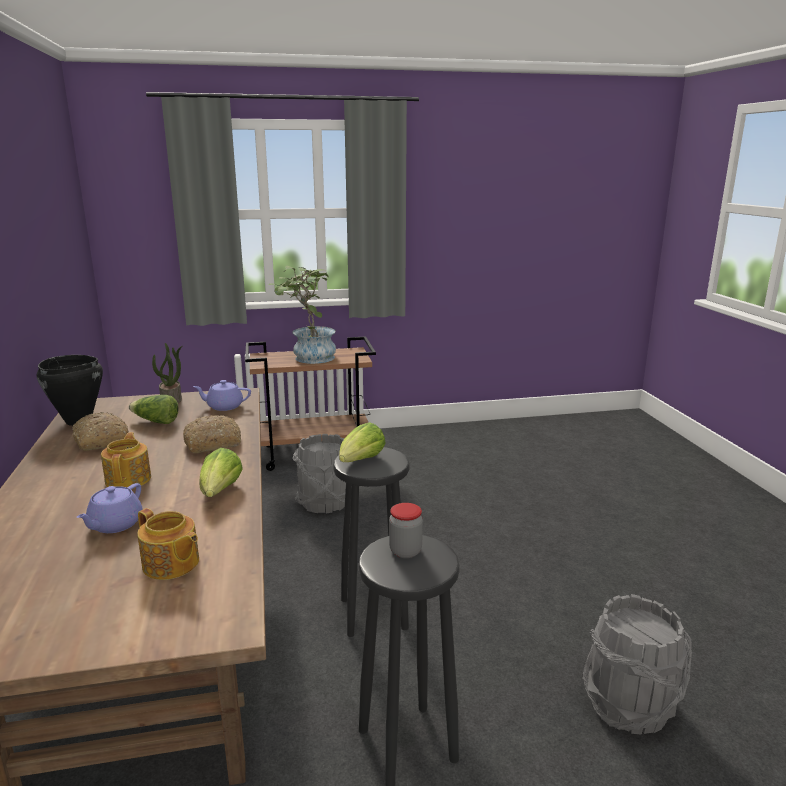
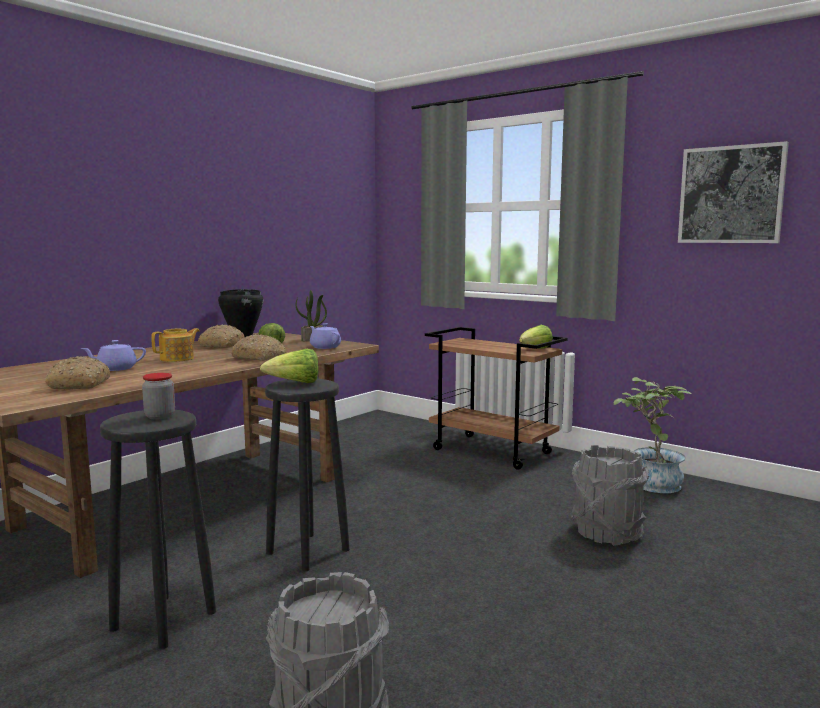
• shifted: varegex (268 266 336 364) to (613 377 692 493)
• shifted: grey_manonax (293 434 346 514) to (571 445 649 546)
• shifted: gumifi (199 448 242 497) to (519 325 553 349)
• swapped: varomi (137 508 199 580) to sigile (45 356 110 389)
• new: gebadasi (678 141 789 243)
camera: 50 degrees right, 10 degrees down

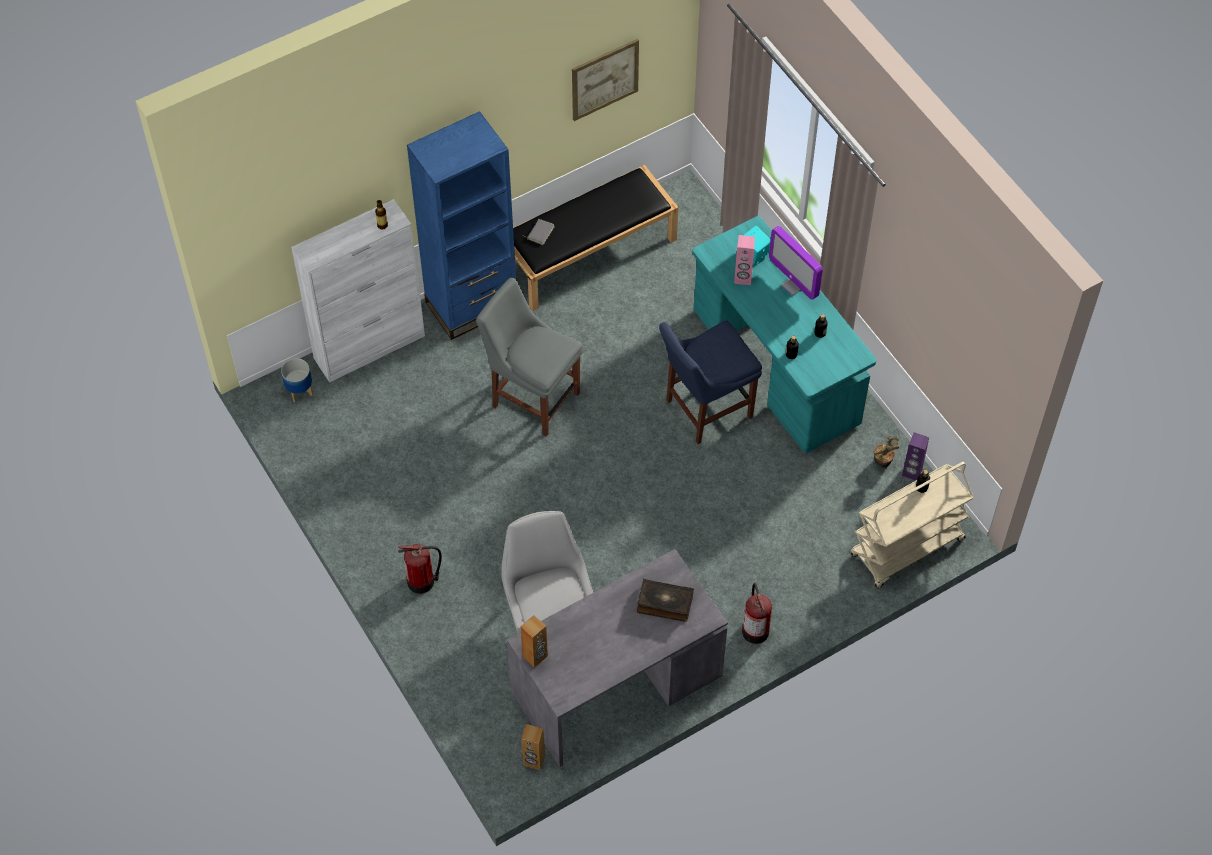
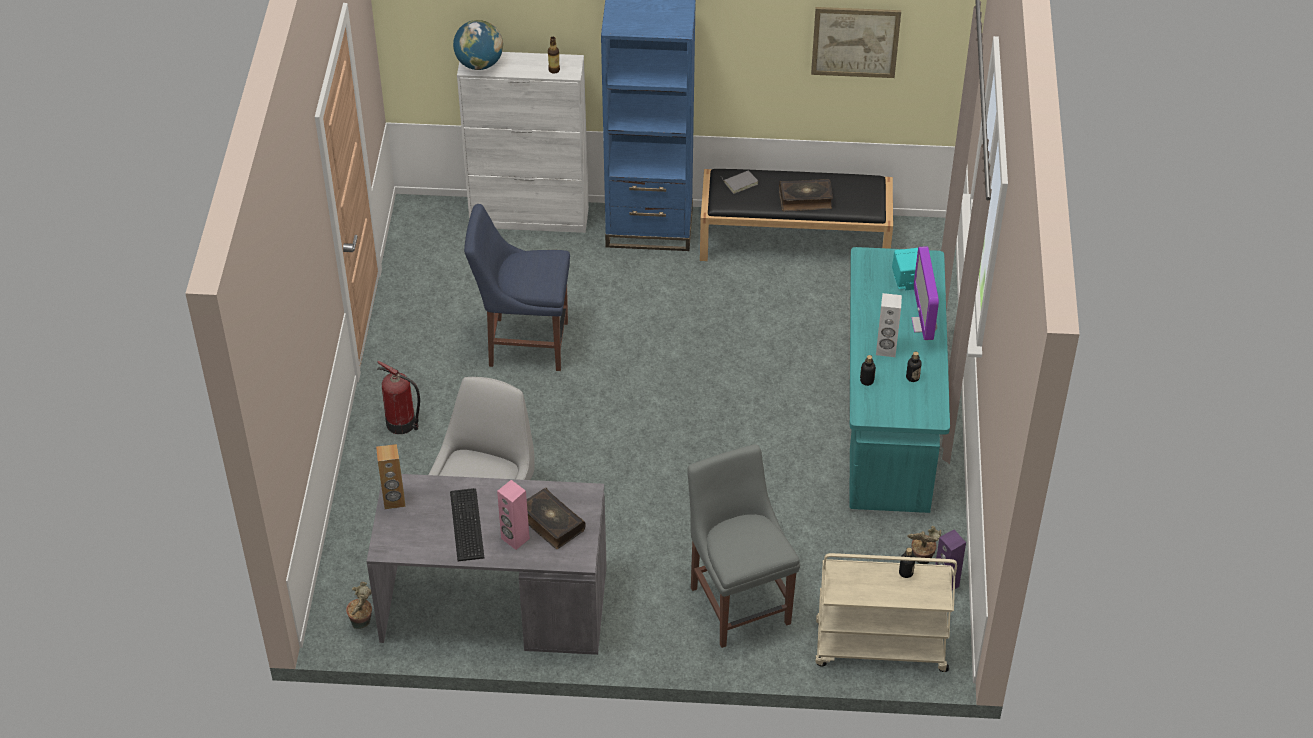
• shifted: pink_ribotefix (734 235 755 285) to (497 480 530 550)
• shifted: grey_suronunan (476 278 583 436) to (687 444 800 648)
• shifted: blue_suronunan (659 320 762 444) to (464 204 570 371)
• gone: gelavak (281 358 313 402)
• gone: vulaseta (742 583 772 644)
• swapped: brown_ribotefix (521 724 545 770) to varegex (346 582 372 629)
• new: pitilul (453 20 503 70)
• new: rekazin (779 179 833 212)
• new: white_ribotefix (876 293 902 357)
• new: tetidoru (450 488 484 561)
camera: 35 degrees right, 10 degrees down

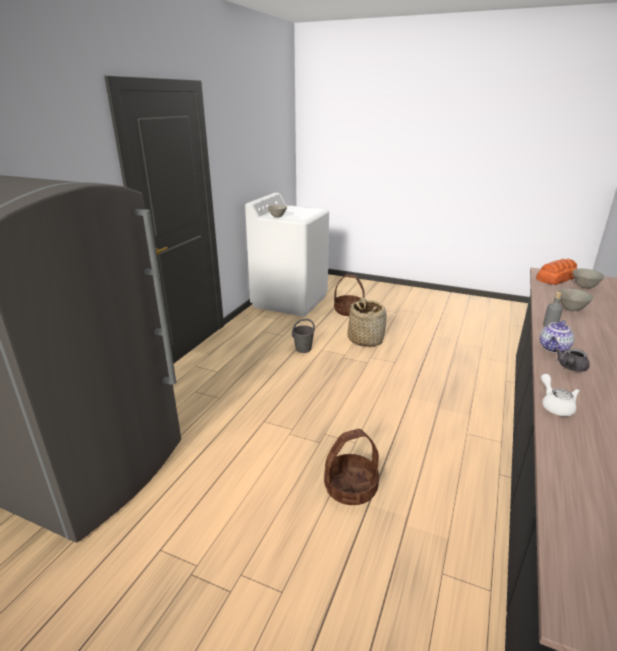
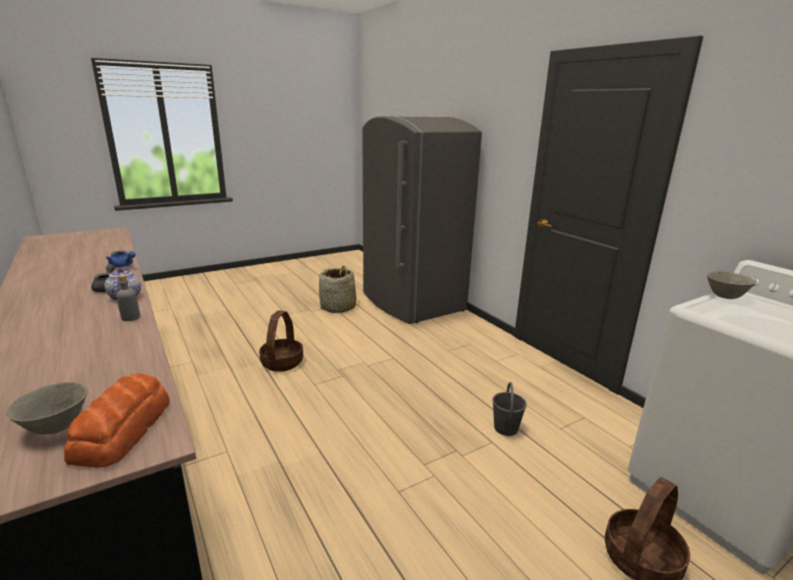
• gone: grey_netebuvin (557 288 593 311)
• shifted: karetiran (347 298 386 347) to (319 266 359 313)
• repainted: white_varomi (541 374 580 416) to blue_varomi (106 251 136 267)
camera: 125 degrees right, 5 degrees down

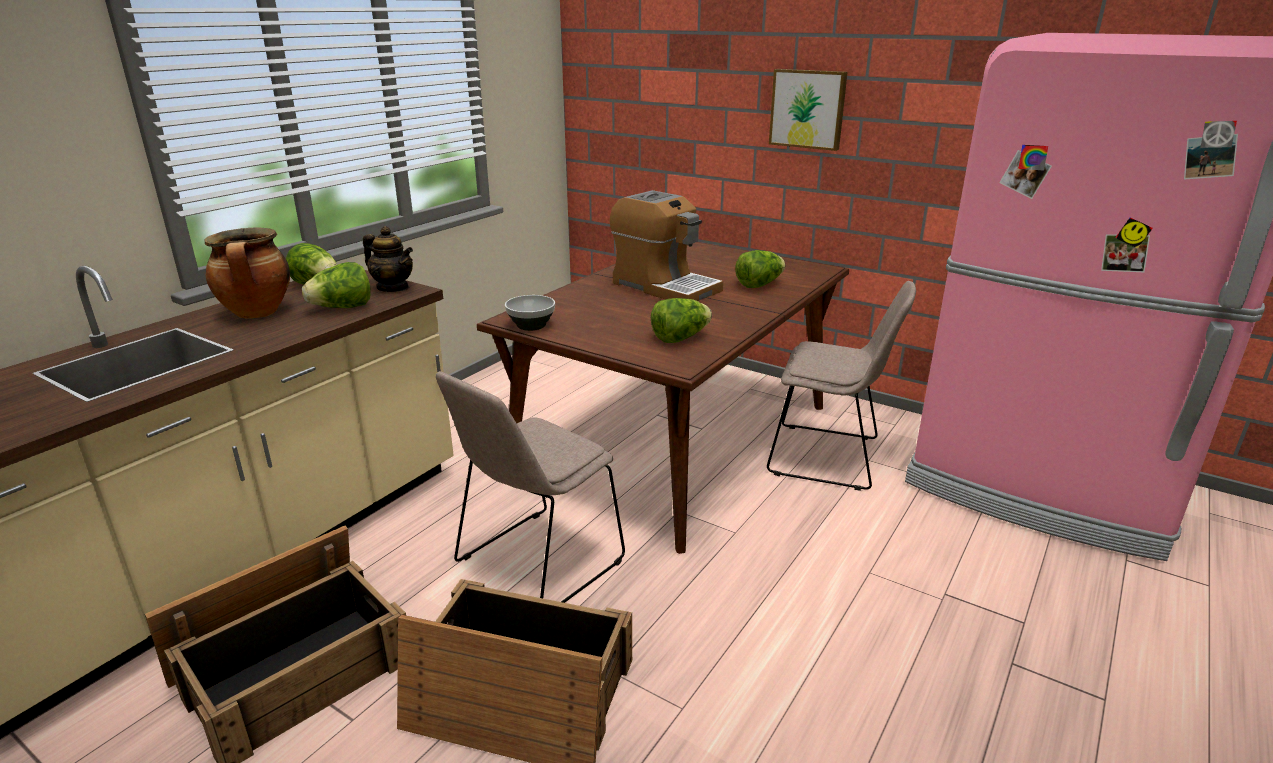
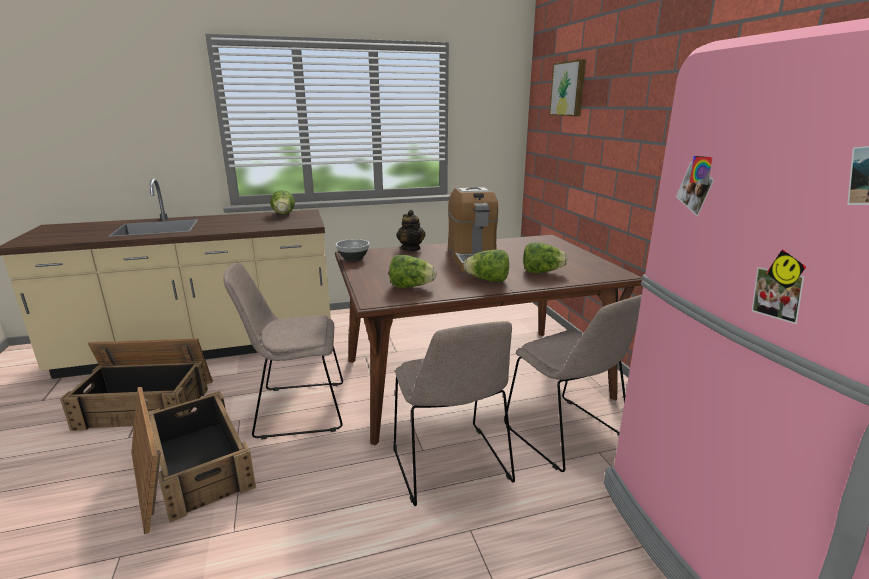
• shifted: gebadasi (769 69 848 151) to (549 59 586 116)
• shifted: varomi (363 226 413 292) to (396 210 425 251)
• gone: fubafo (205 227 290 319)
• shifted: gumifi (302 262 371 308) to (464 249 509 282)
• new: beige_suronunan (393 321 515 506)
camera: 40 degrees right, 5 degrees down

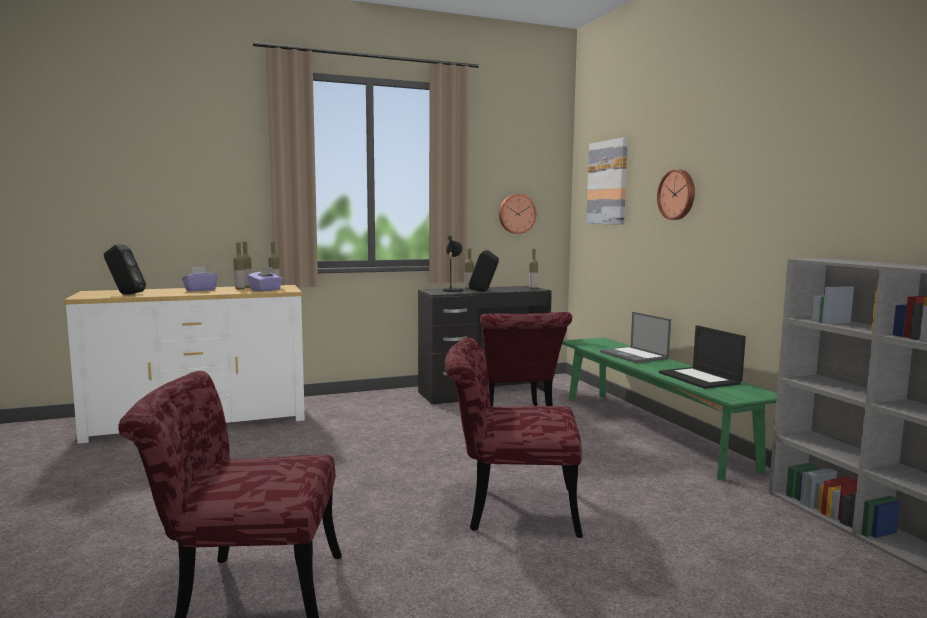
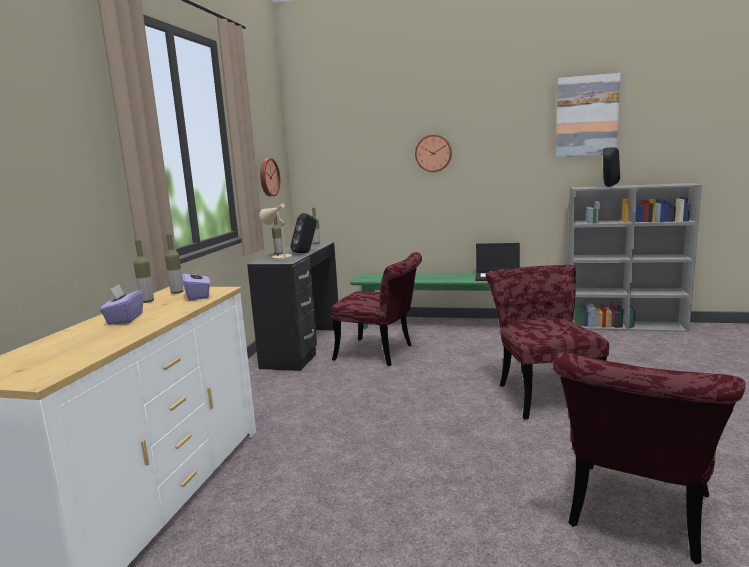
• shifted: gebadasi (586 137 628 225) to (556 73 621 157)
• repainted: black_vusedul (443 236 463 293) to beige_vusedul (259 203 295 260)
• gone: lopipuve (233 242 245 289)
• shifted: black_ribotefix (104 244 146 295) to (603 148 620 187)
• gone: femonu (600 312 671 363)
• rotated: red_suronunan (444 337 583 538) = (486 265 609 420) 135 degrees clockwise
camera: 55 degrees left, 5 degrees up

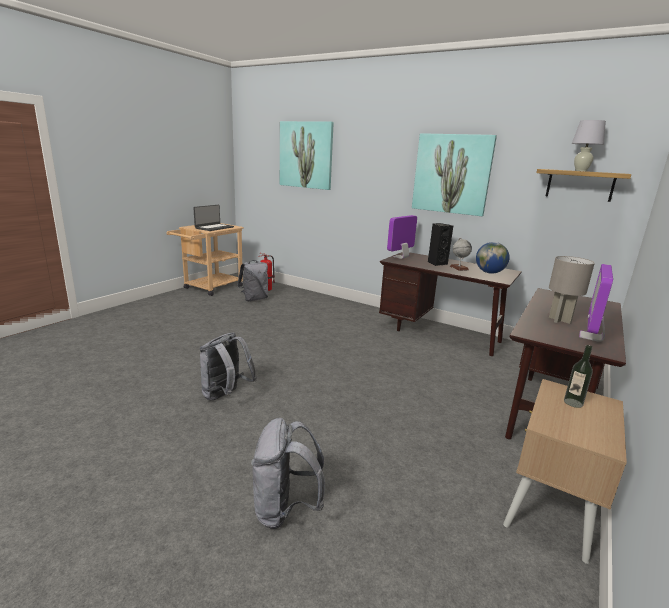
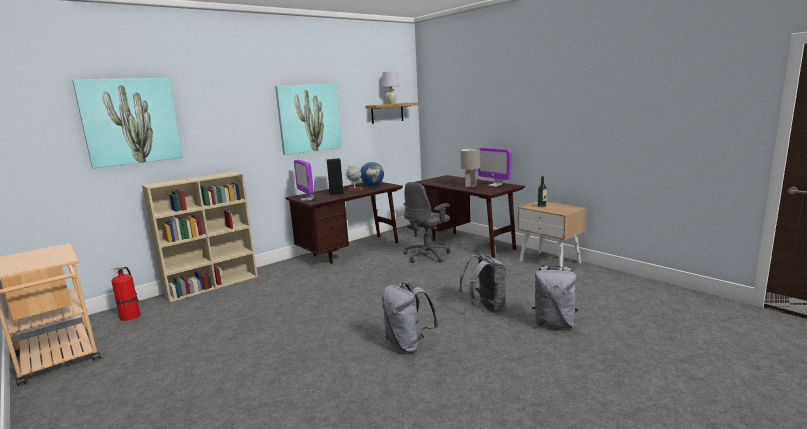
• gone: femonu (193 205 234 231)
• shifted: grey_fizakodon (237 260 268 301) to (459 253 506 313)
• new: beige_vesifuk (142 171 258 302)
• new: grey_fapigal (404 182 450 263)
camera: 70 degrees left, 5 degrees down

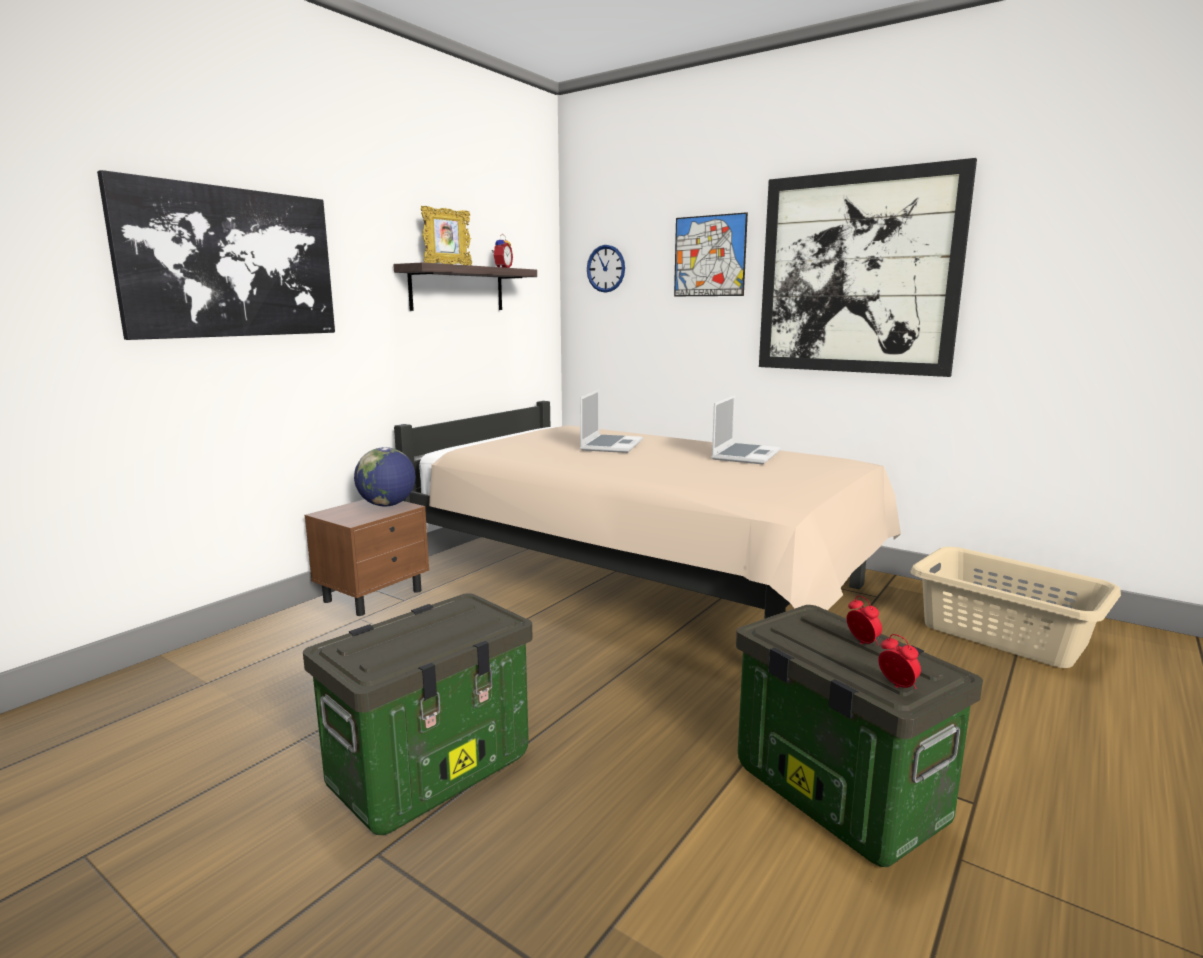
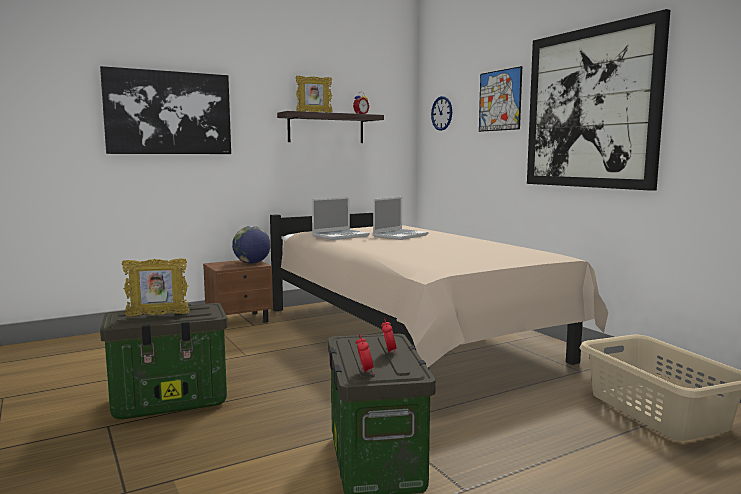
• shifted: femonu (712 395 781 465) to (312 197 370 240)
• new: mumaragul (122 258 190 316)
camera: 25 degrees right, 5 degrees down

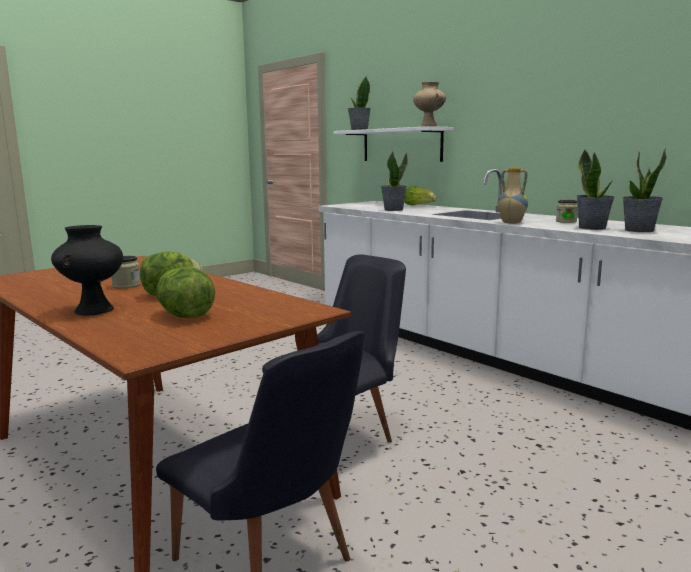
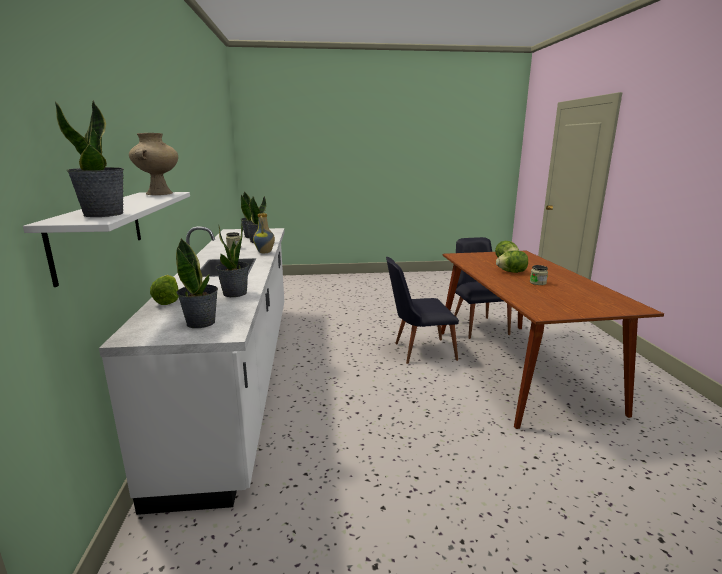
• gone: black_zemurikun (51 225 123 316)
• new: varegex (176 238 218 328)
camera: 145 degrees left, 5 degrees up

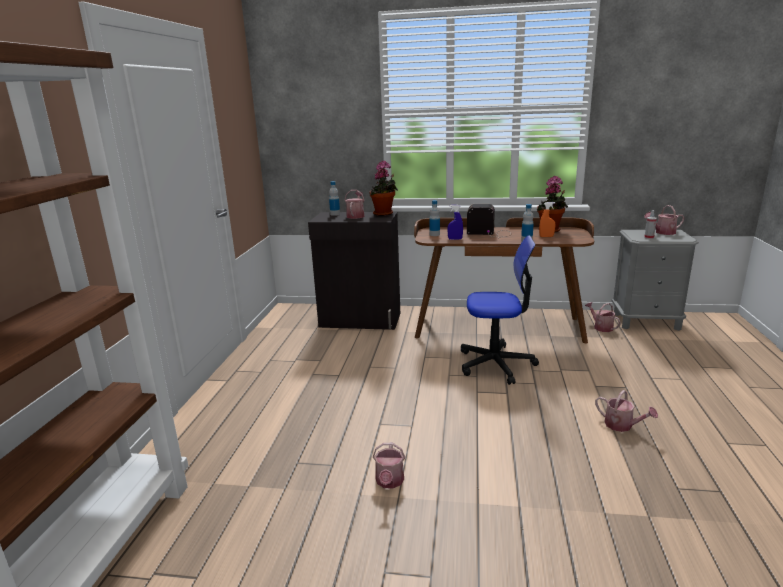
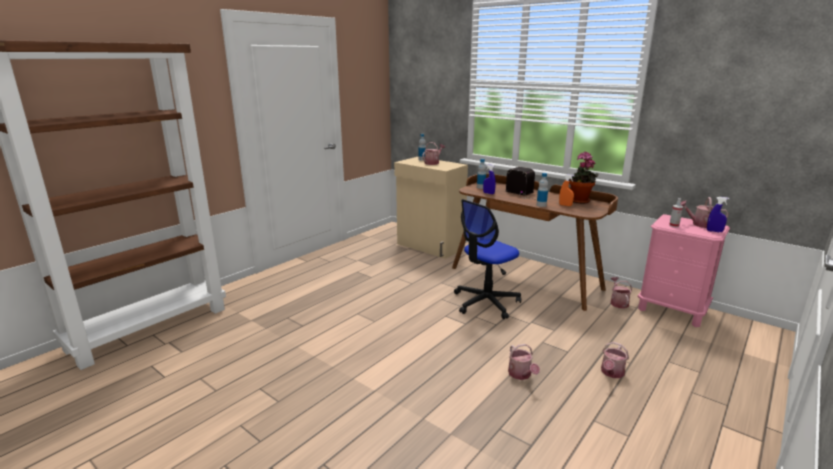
• gone: varegex (369 161 398 216)
• repainted: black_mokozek (308 212 400 330) to beige_mokozek (394 157 468 259)
• repainted: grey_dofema (612 230 699 331) to pink_dofema (638 214 730 327)
• rotated: fapigal (461 235 539 385) = (454 199 521 319) 105 degrees clockwise
• shifted: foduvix (373 442 405 488) to (601 342 629 378)
• new: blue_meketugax (707 197 730 232)
camera: 30 degrees right, 0 degrees up

